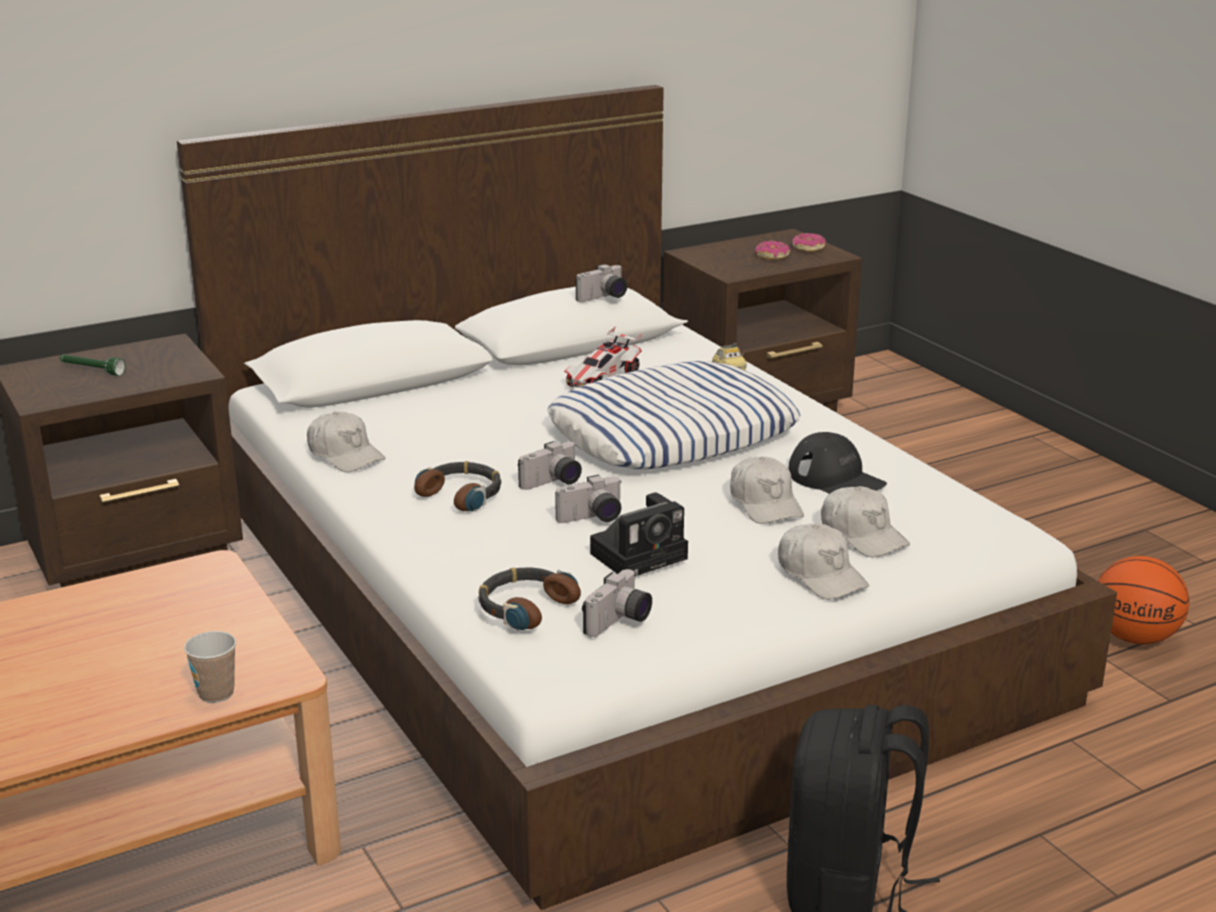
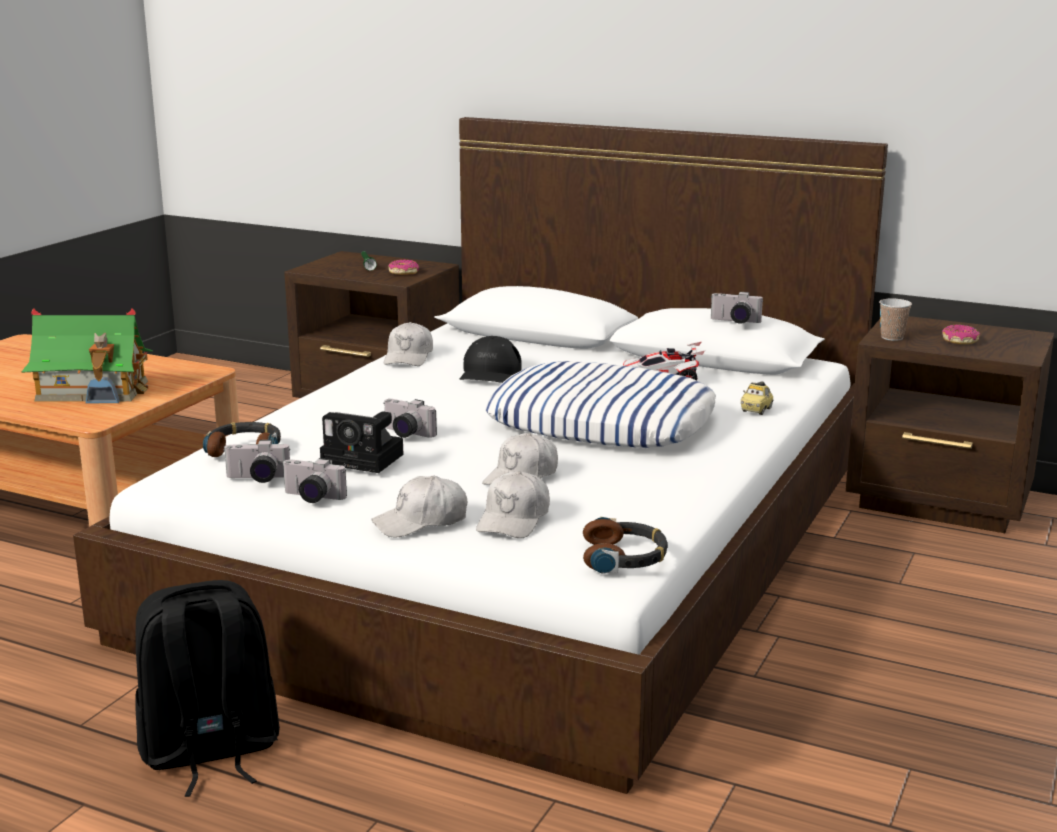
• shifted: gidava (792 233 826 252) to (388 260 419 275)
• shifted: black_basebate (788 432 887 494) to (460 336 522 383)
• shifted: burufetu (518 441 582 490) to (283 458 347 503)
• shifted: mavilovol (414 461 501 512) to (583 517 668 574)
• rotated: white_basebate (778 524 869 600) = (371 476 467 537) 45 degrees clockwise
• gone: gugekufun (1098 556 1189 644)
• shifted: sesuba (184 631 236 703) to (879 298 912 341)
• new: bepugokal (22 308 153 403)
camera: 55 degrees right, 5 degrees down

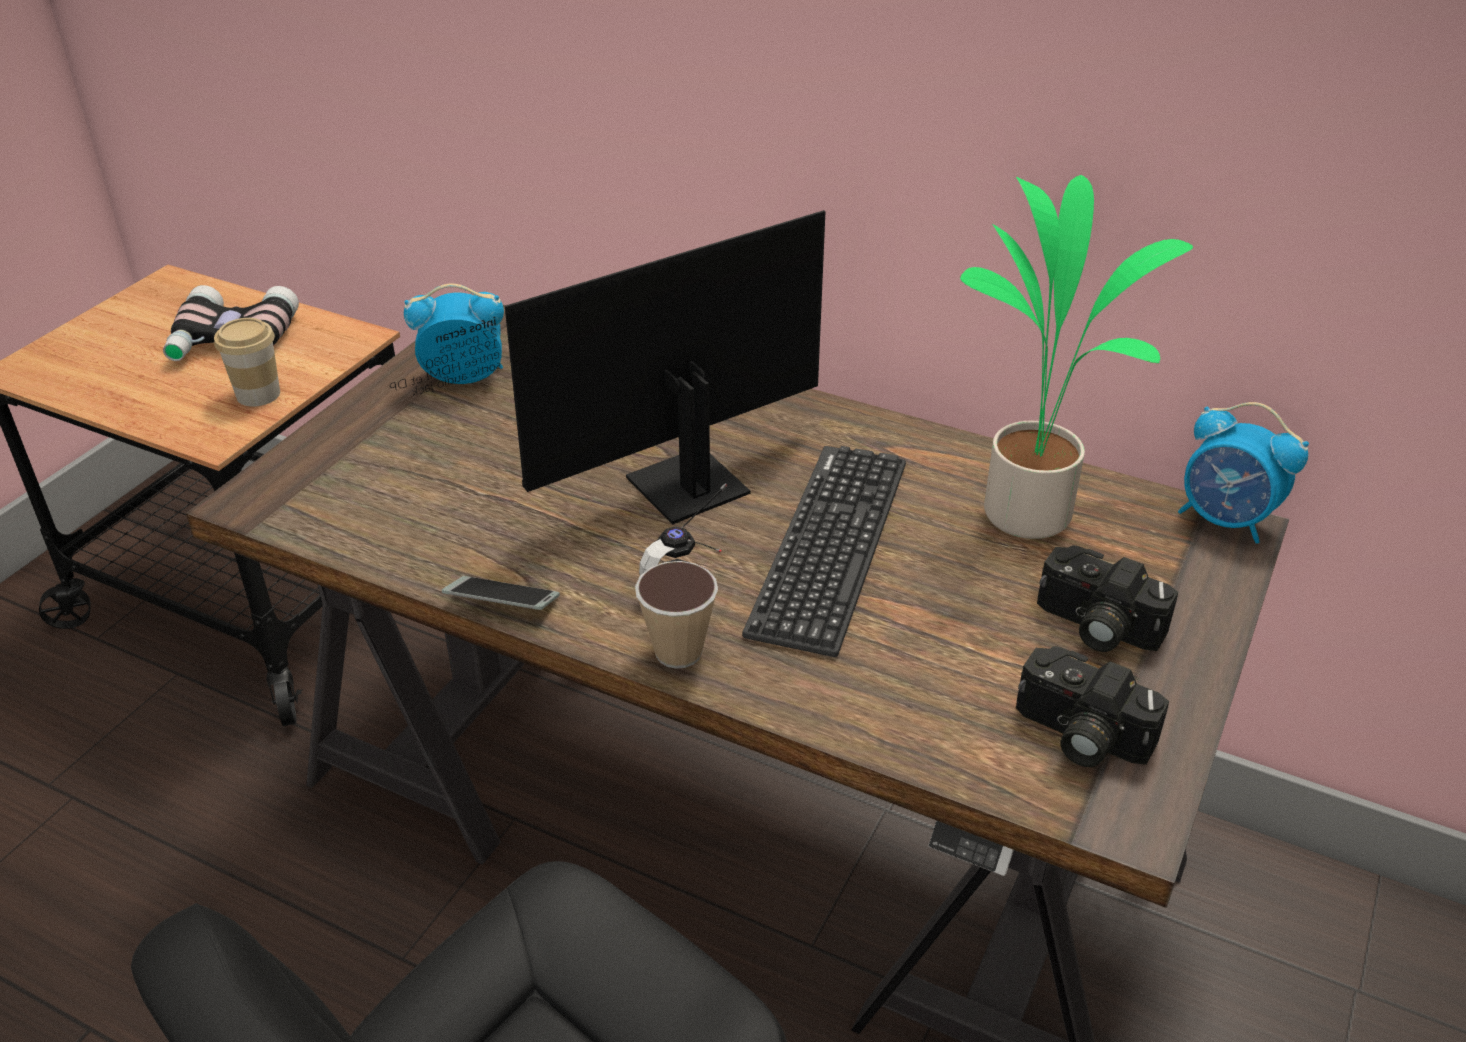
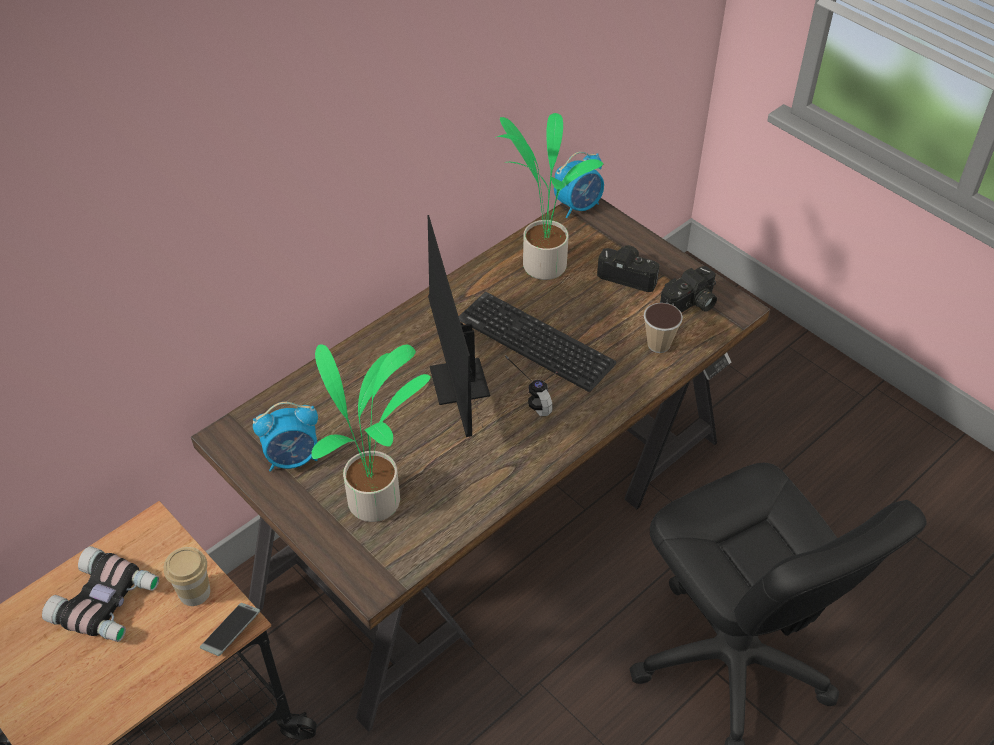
• rotated: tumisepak (404 284 504 384) = (253 402 318 472) 120 degrees counterclockwise
• rotated: burufetu (1037 545 1178 652) = (597 245 660 292) 120 degrees counterclockwise
• shifted: sesuba (635 561 718 669) to (644 303 683 353)
• shifted: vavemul (442 576 560 610) to (200 603 260 656)
• new: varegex (311 344 431 522)
camera: 70 degrees left, 10 degrees up

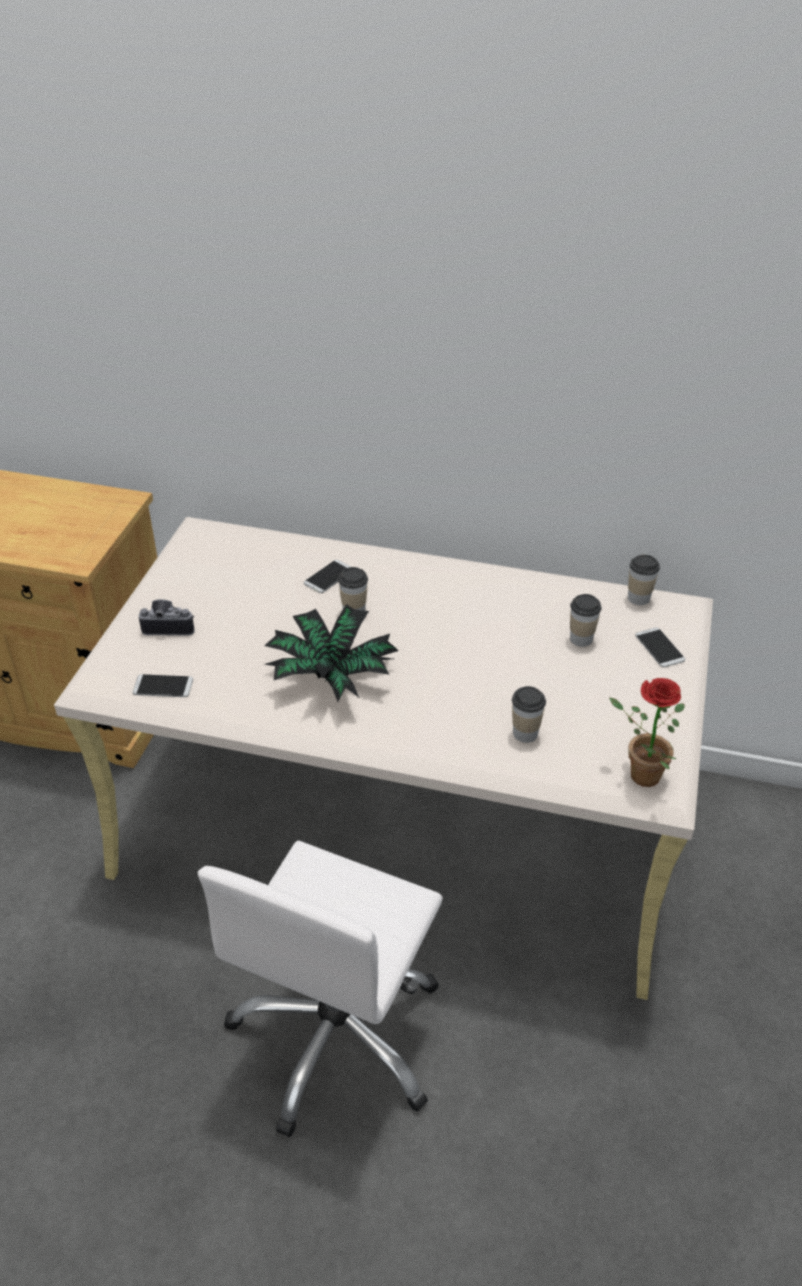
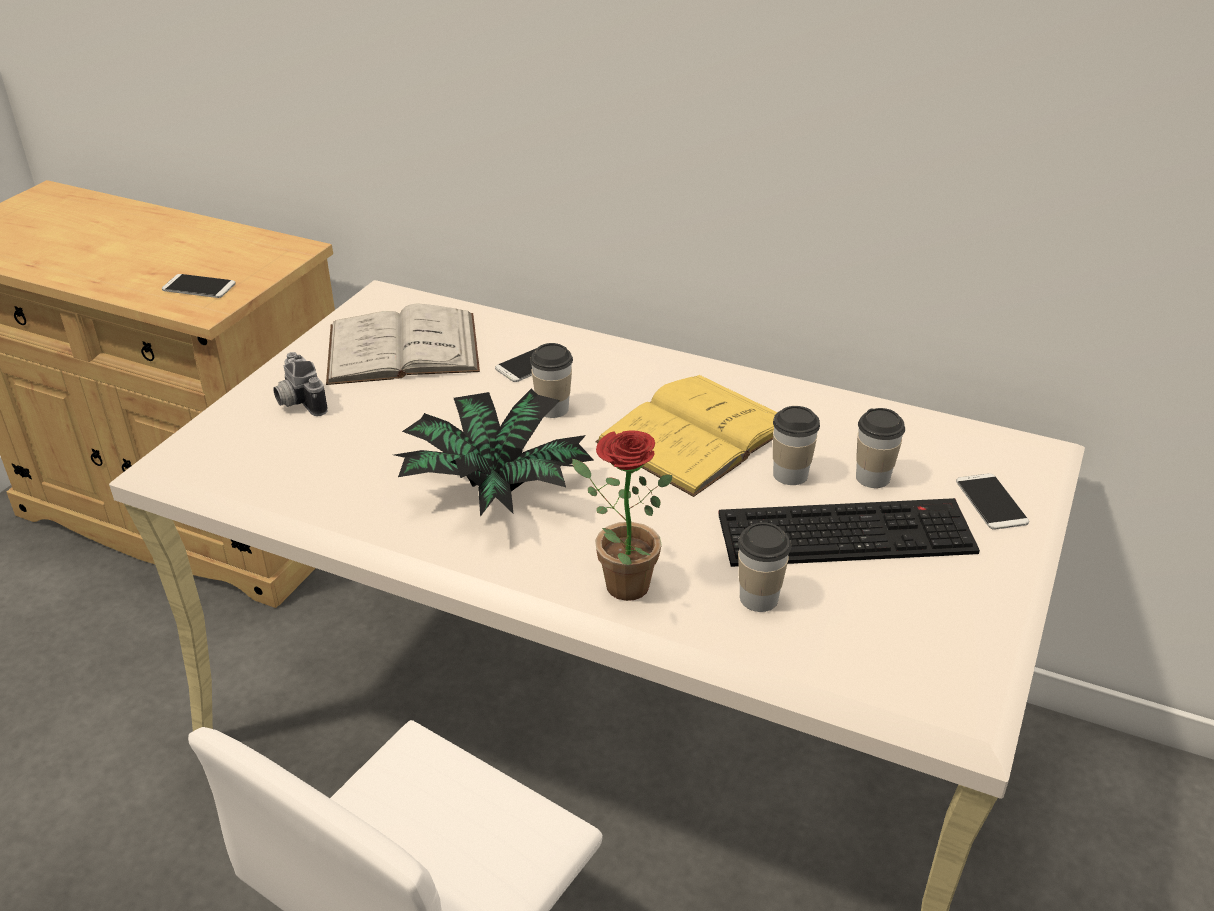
• shifted: sesuba (628 555 660 605) to (773 406 820 485)
• rotated: burufetu (139 599 195 636) = (273 352 328 416) 135 degrees counterclockwise
• shifted: vavemul (132 674 193 697) to (162 274 236 298)
• shifted: varegex (609 678 685 787) to (572 430 673 601)
• new: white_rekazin (326 304 480 385)
• new: yellow_rekazin (596 375 777 497)
• new: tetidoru (718 498 980 567)
camera: 10 degrees right, 5 degrees down

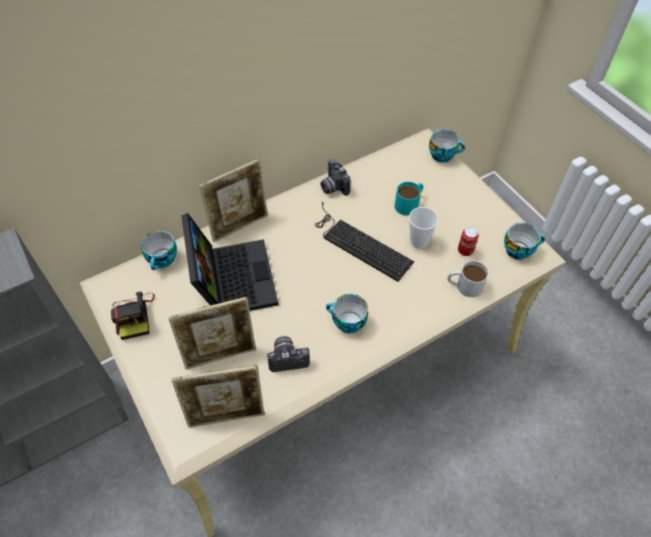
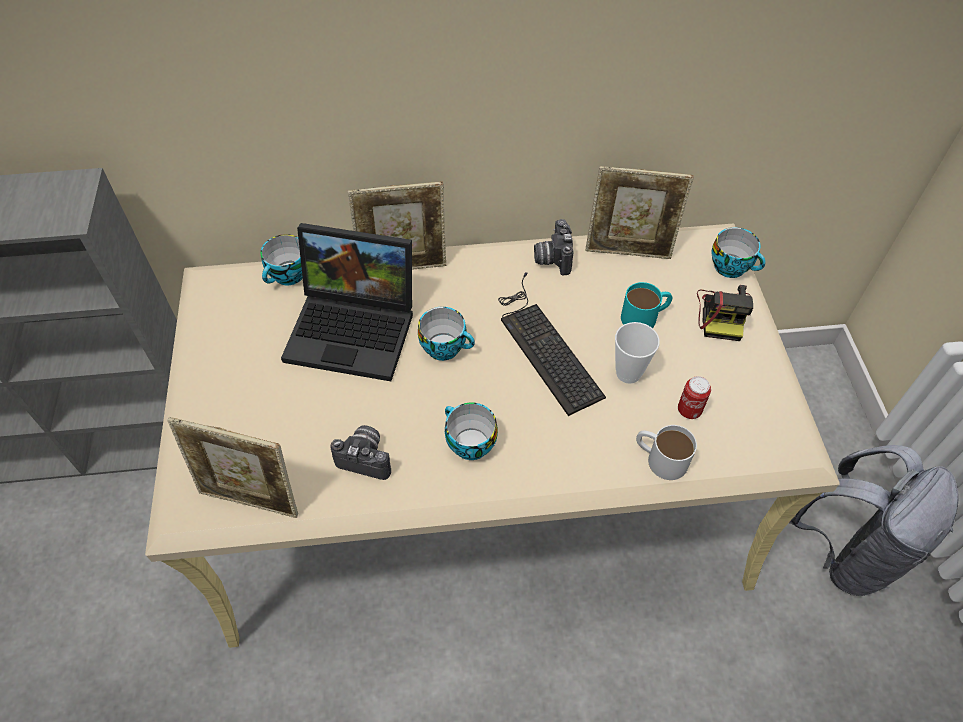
• rotated: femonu (181 213 278 311) = (281 223 413 381) 90 degrees clockwise
• shifted: sesuba (504 223 545 260) to (418 307 475 361)
• shifted: burufetu (111 292 155 340) to (697 285 753 341)
• shifted: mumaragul (168 297 256 370) to (586 166 694 259)
• new: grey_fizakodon (789 445 959 596)
camera: 25 degrees right, 0 degrees up

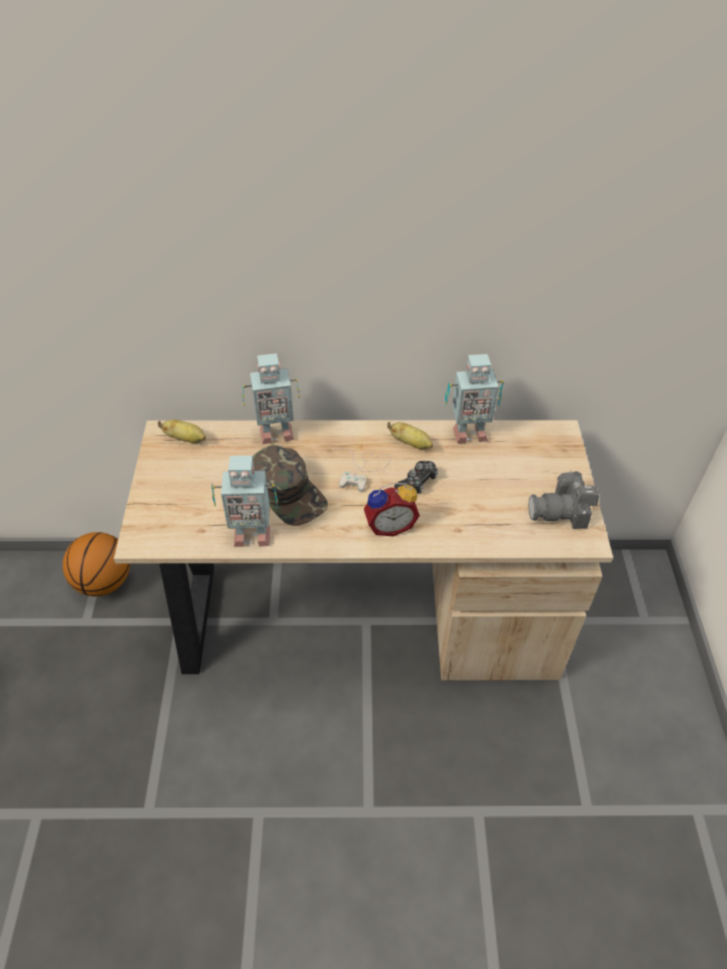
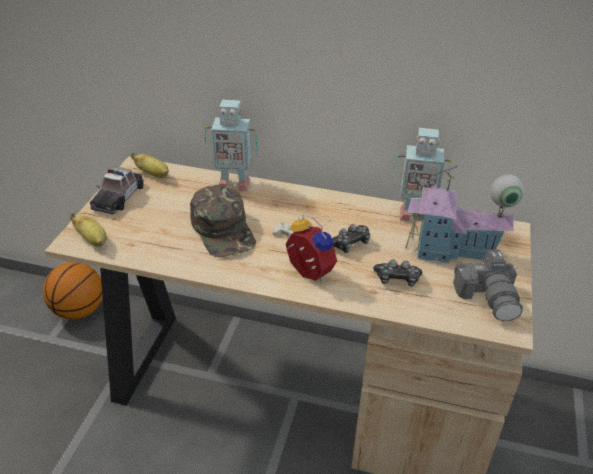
• shifted: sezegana (387 422 433 449) to (70 213 107 247)
• gone: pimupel (212 455 278 547)
• rotated: burufetu (528 470 599 529) = (453 249 523 321) 105 degrees counterclockwise
• rotated: tumisepak (364 483 420 536) = (286 214 337 281) 135 degrees counterclockwise
• new: bepugokal (405 165 524 264)
• new: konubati (90 166 144 215)
• new: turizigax (373 259 422 287)
camera: 15 degrees right, 10 degrees down

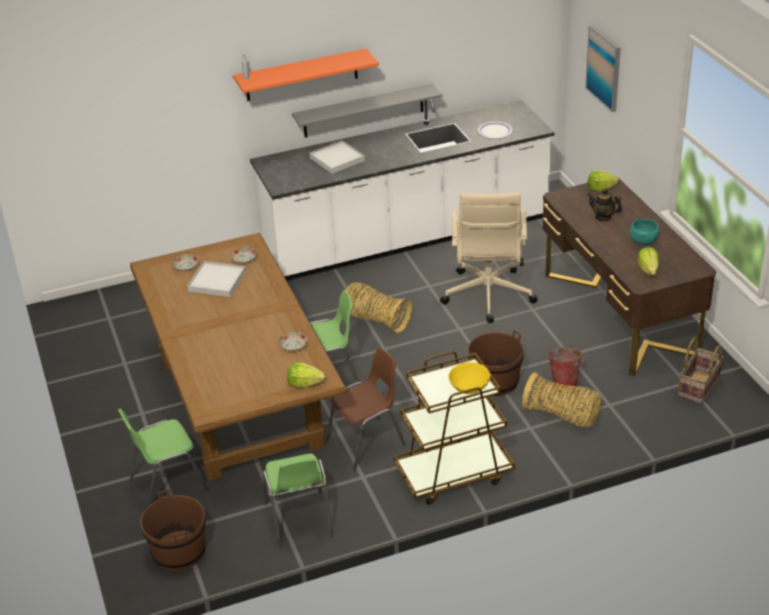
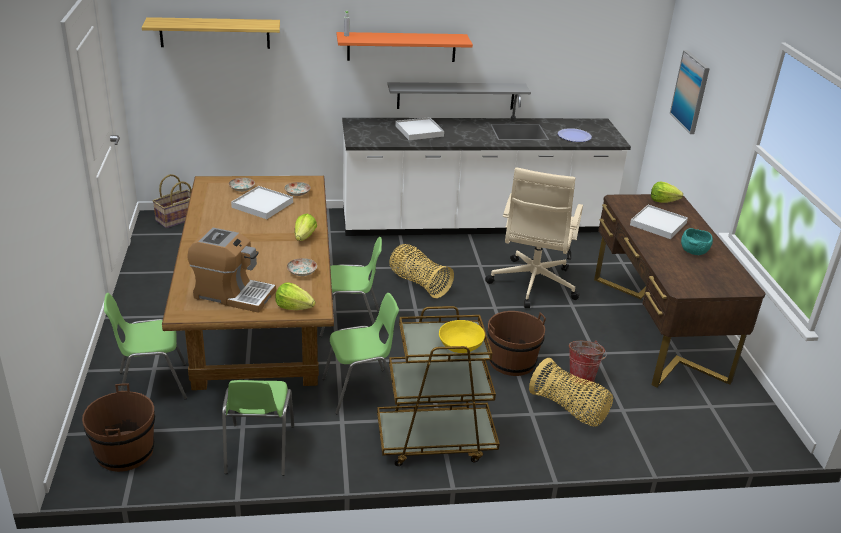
• swapped: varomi (587 189 622 222) to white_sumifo (630 205 688 239)
• shifted: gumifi (637 247 659 275) to (295 214 317 241)
• shifted: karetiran (678 337 723 404) to (152 174 192 228)
• repainted: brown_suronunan (326 348 406 471) to green_suronunan (322 293 399 414)
• new: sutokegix (141 17 280 49)
• new: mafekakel (187 228 276 313)
camera: 10 degrees right, 5 degrees down

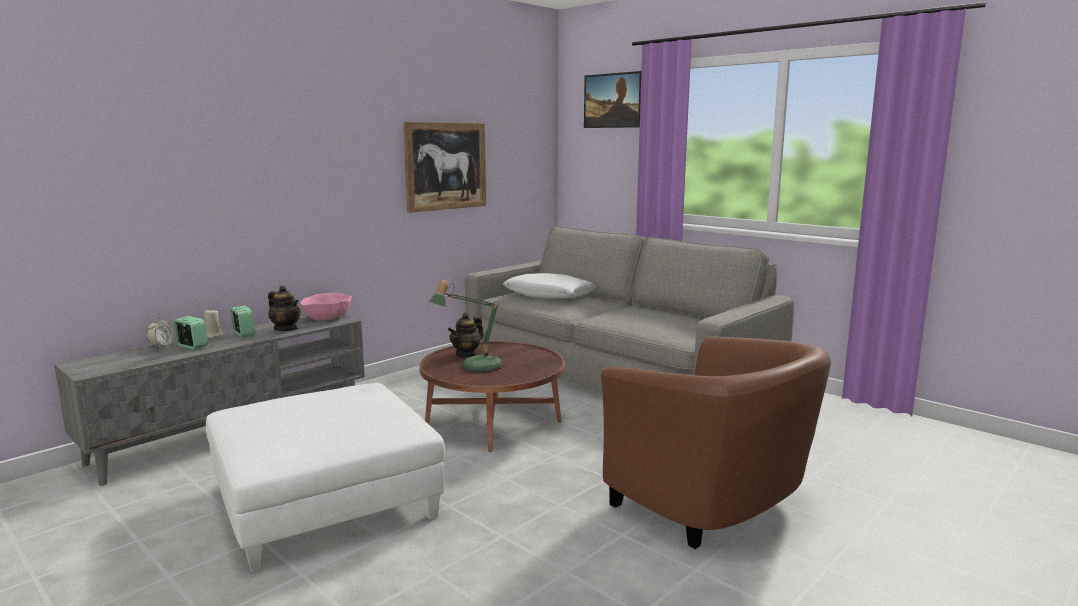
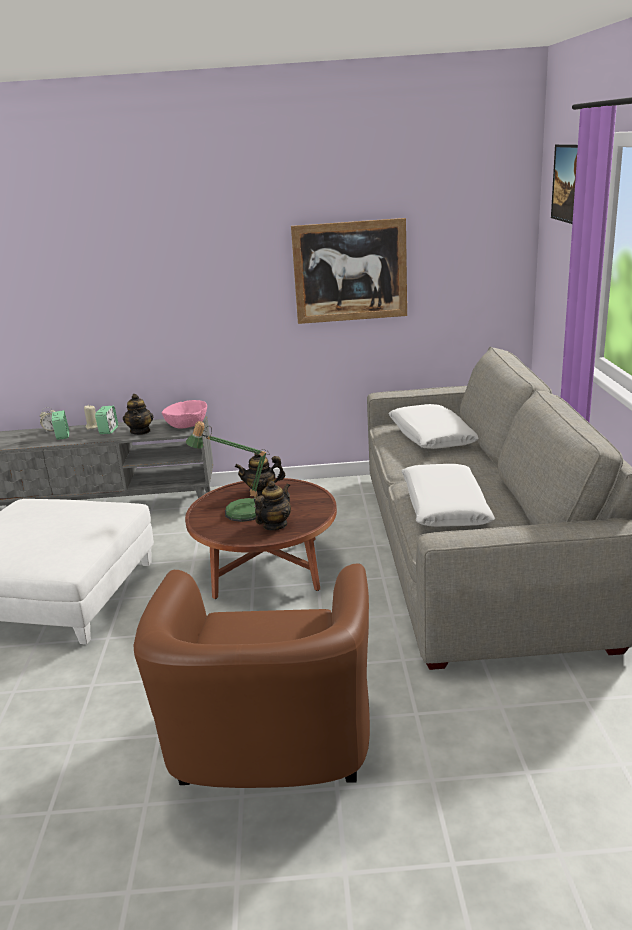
• new: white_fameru (402 464 495 527)
• new: varomi (255 481 291 530)
camera: 45 degrees right, 10 degrees up

